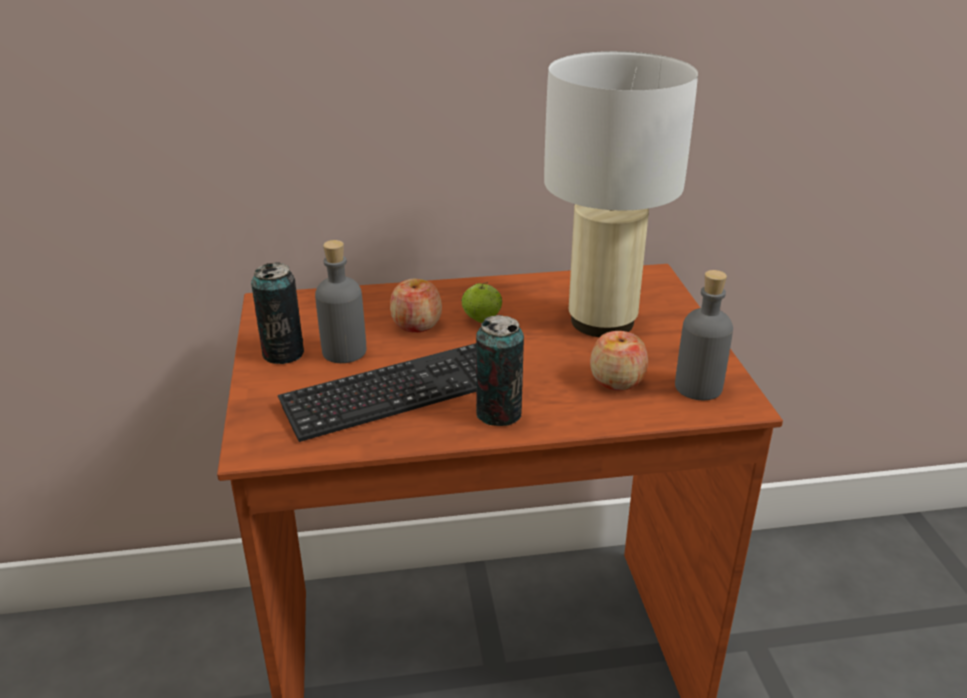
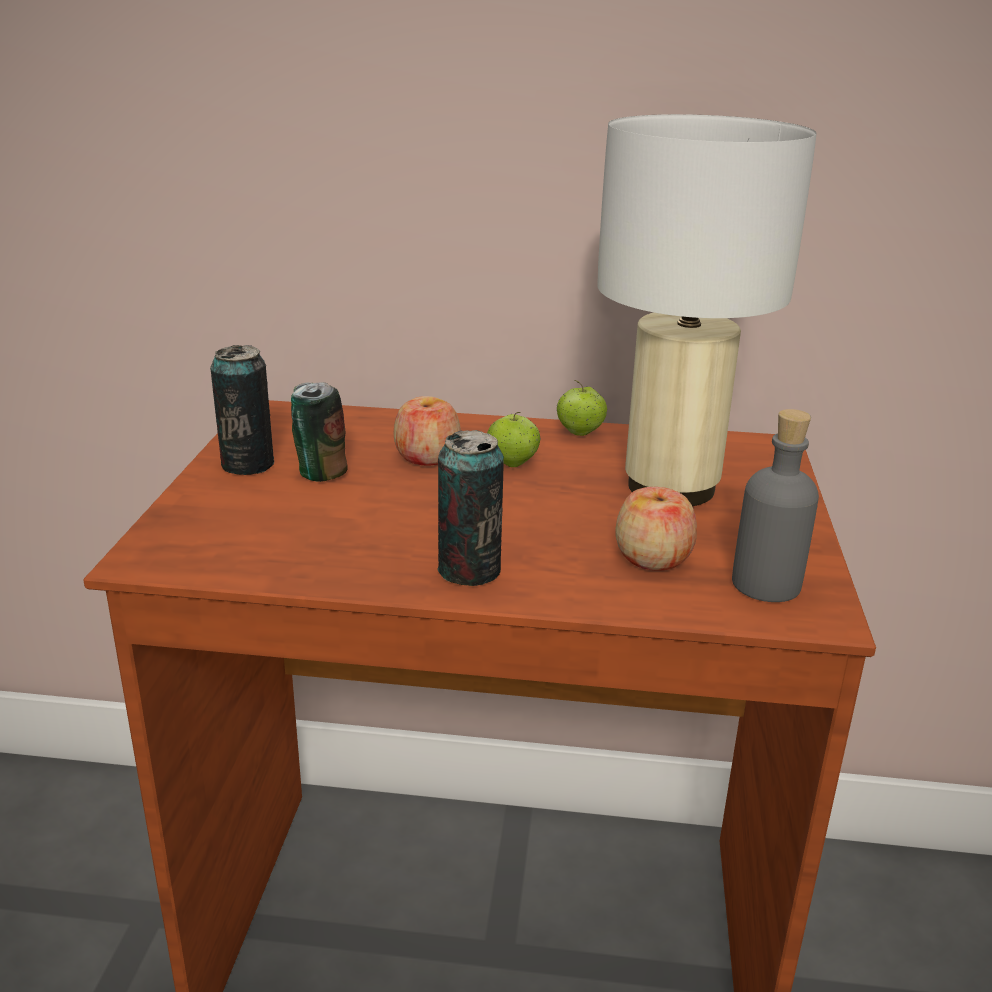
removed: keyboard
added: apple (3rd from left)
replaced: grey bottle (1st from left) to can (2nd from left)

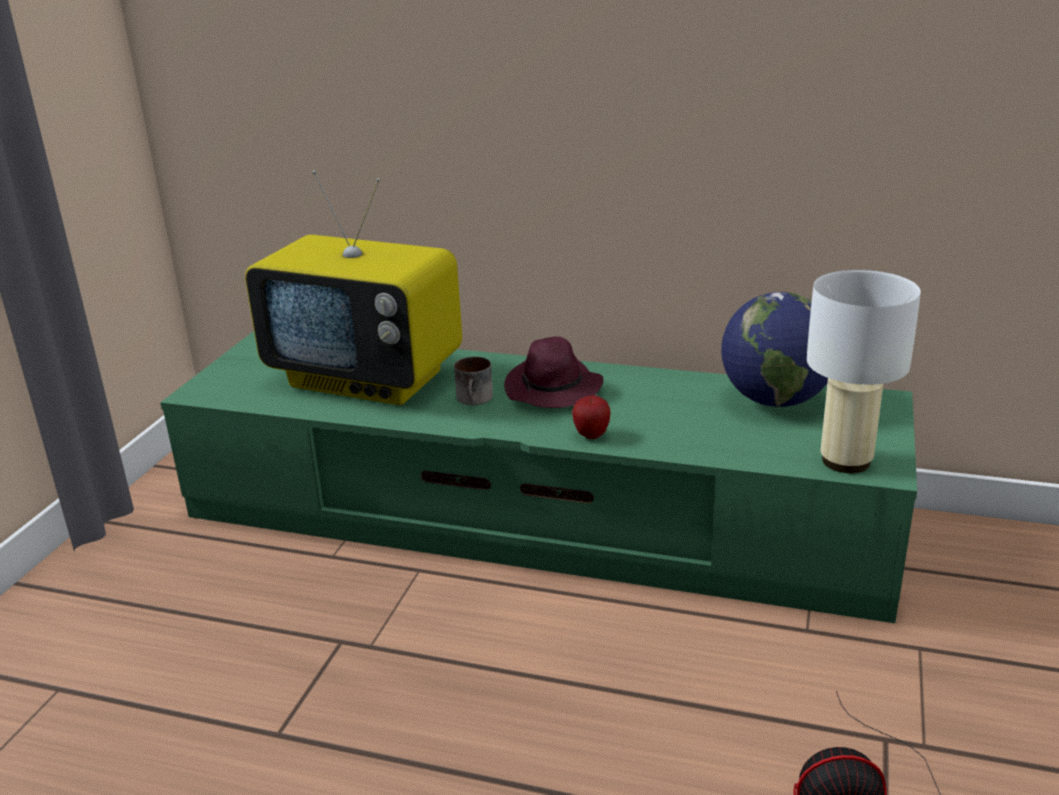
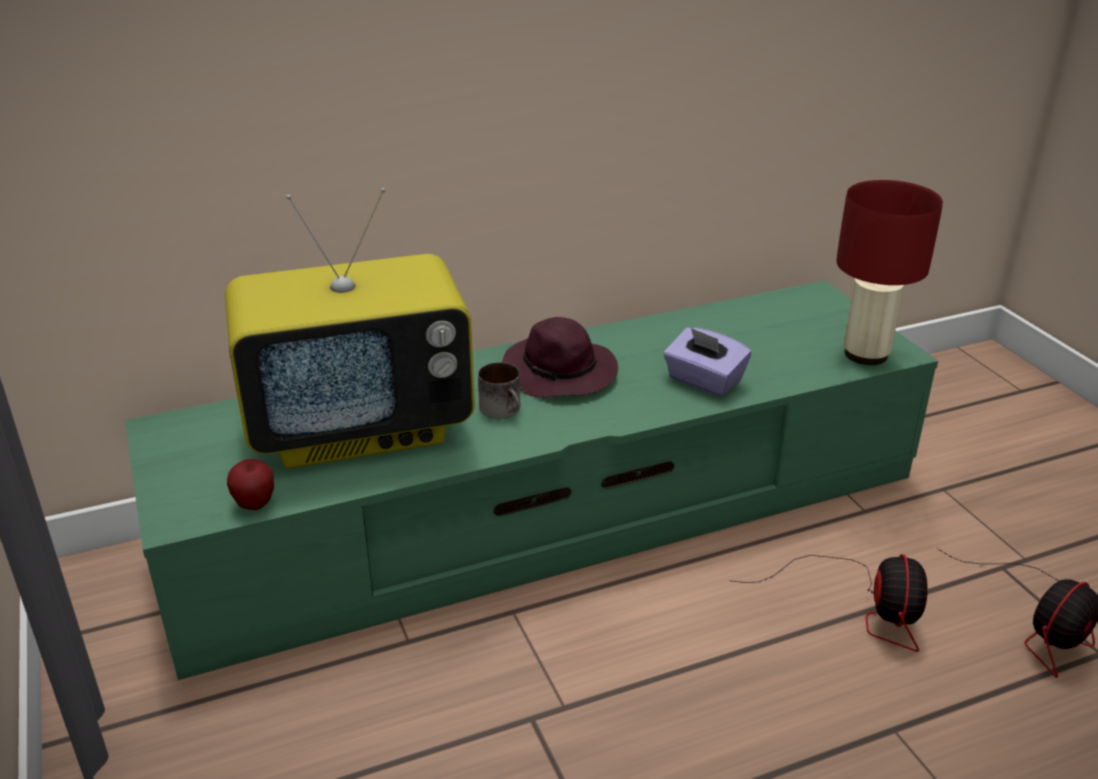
removed: globe
added: purple tissue box; fan (1st from left)
moved: apple
recoloured: white table lamp to red table lamp

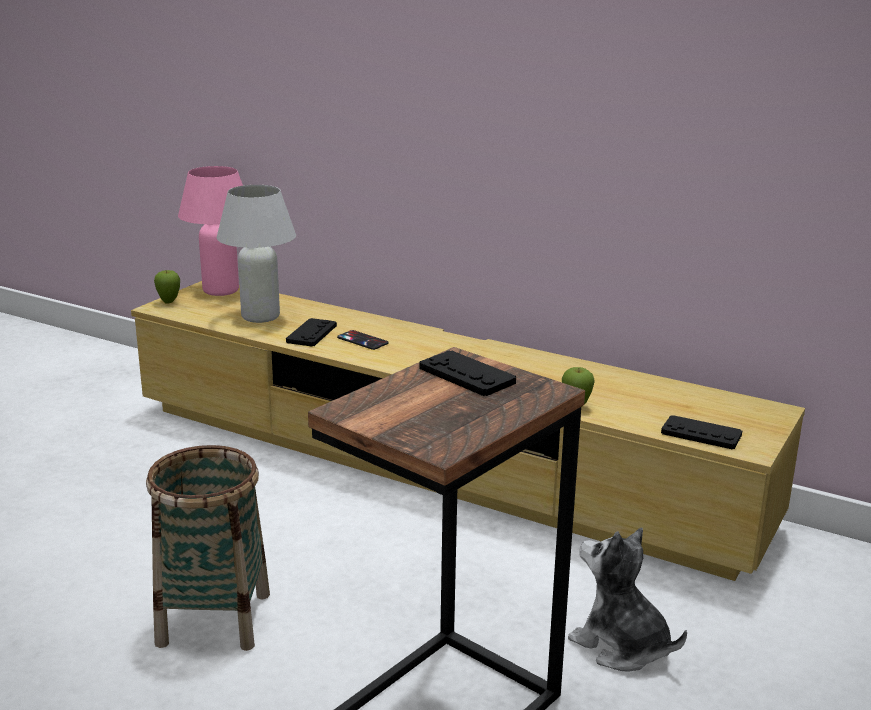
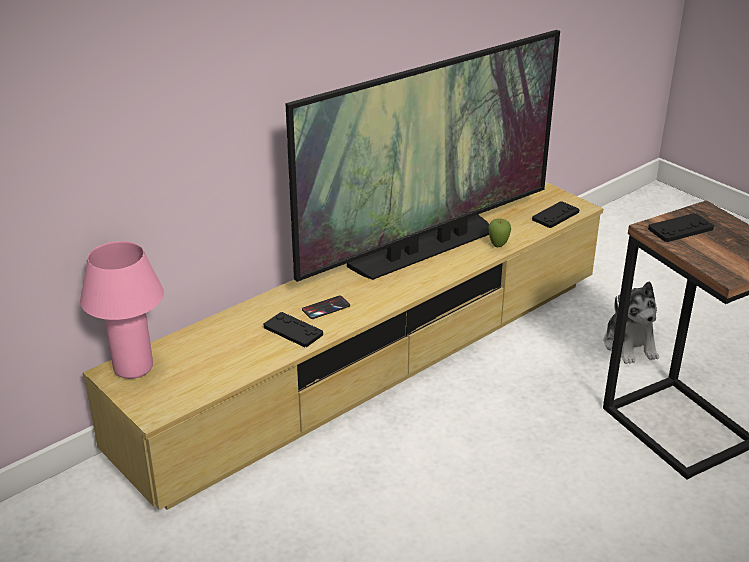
removed: basket; apple (1st from left); white table lamp
added: television
turned: plush toy 75 degrees counterclockwise

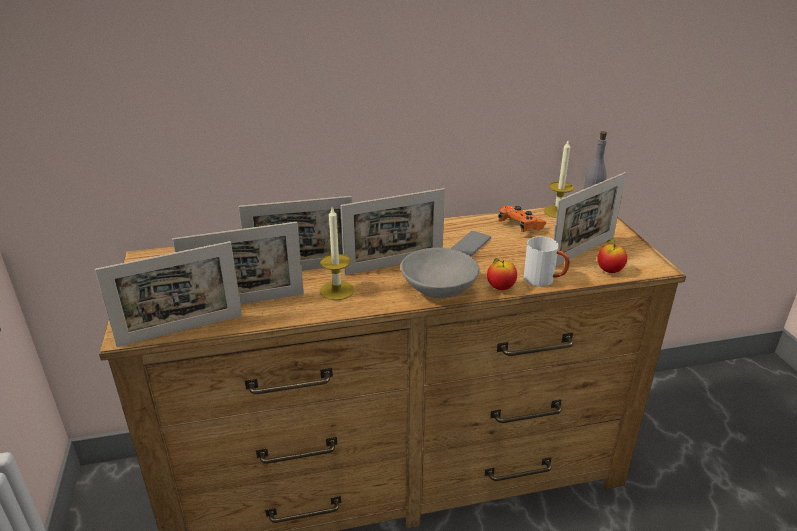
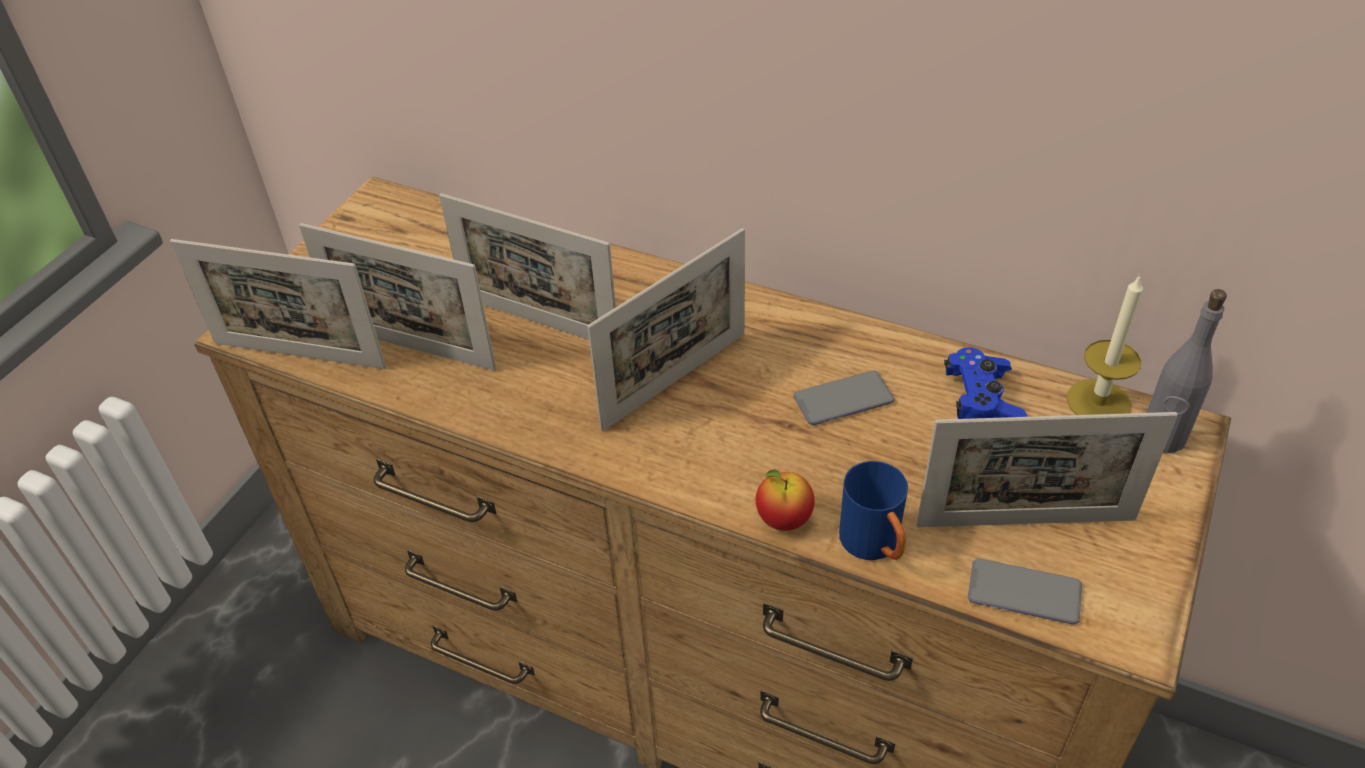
removed: candle (1st from left); grey bowl
replaced: apple (2nd from left) to phone (2nd from left)
recoloured: orange game controller to blue game controller; white mug to blue mug
turned: picture frame (4th from left) 60 degrees counterclockwise

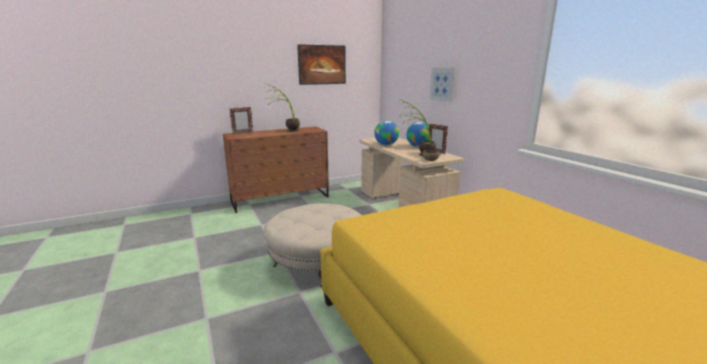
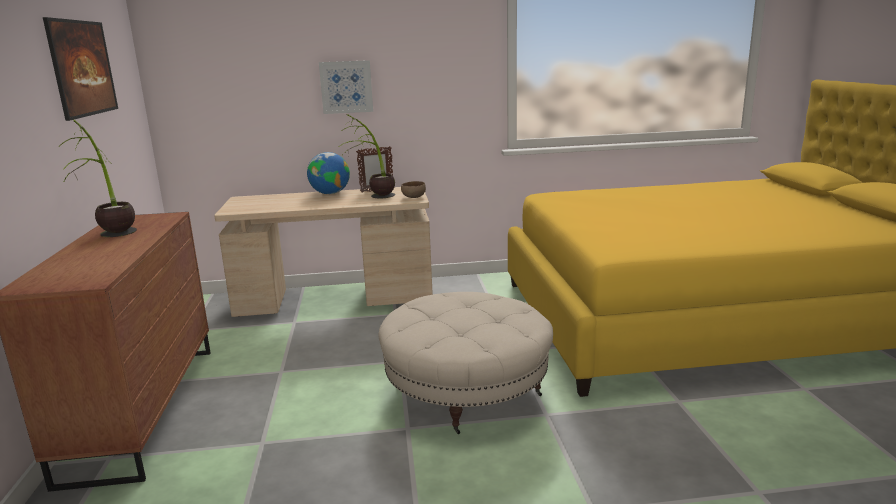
removed: picture frame (1st from left); globe (1st from left)

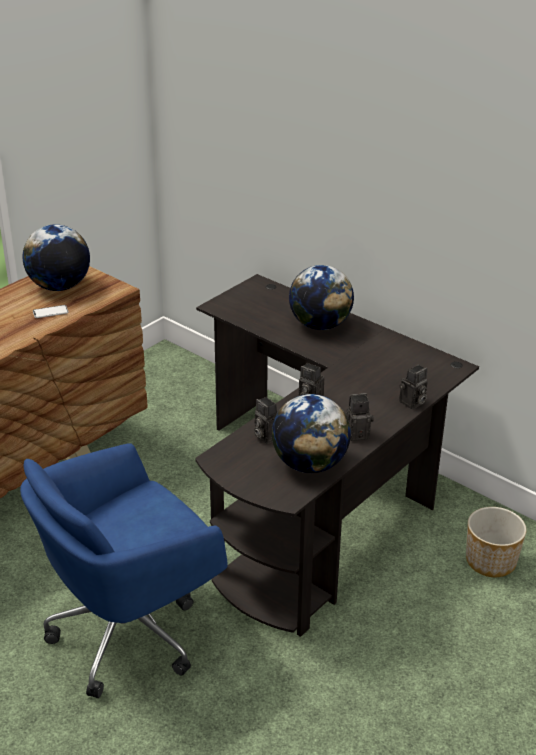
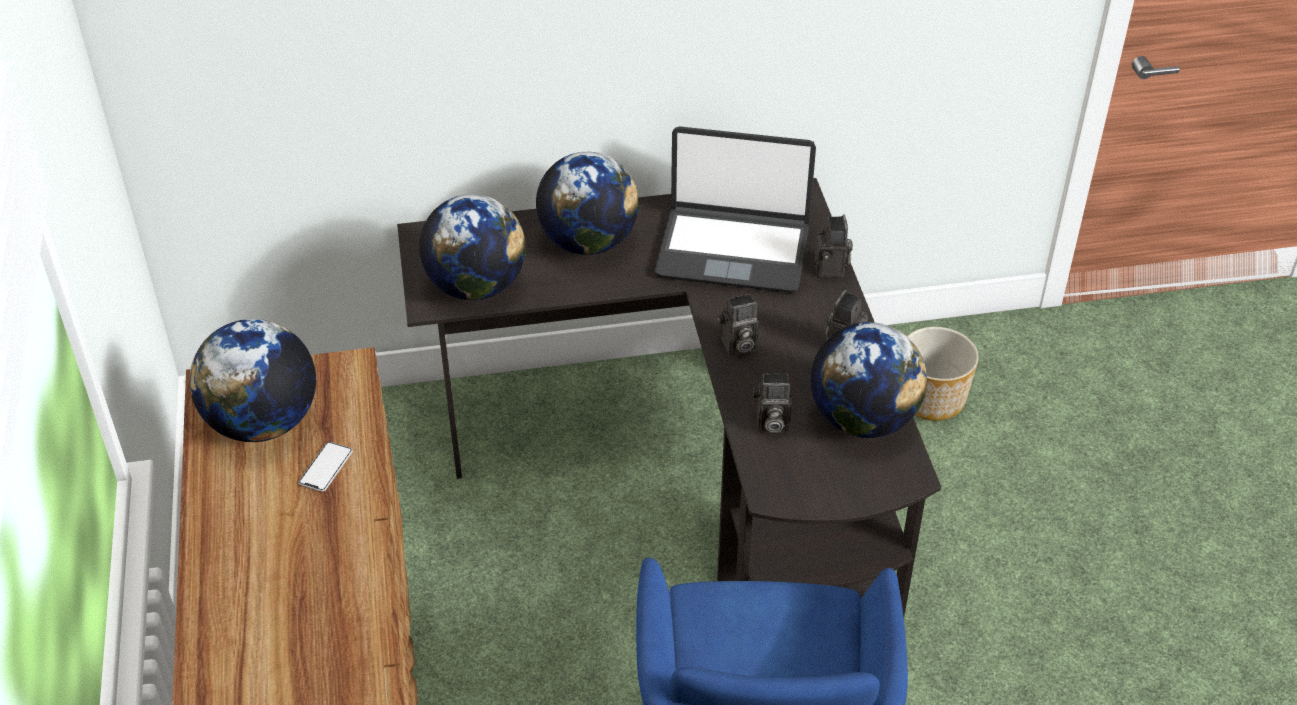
added: globe (2nd from left); laptop

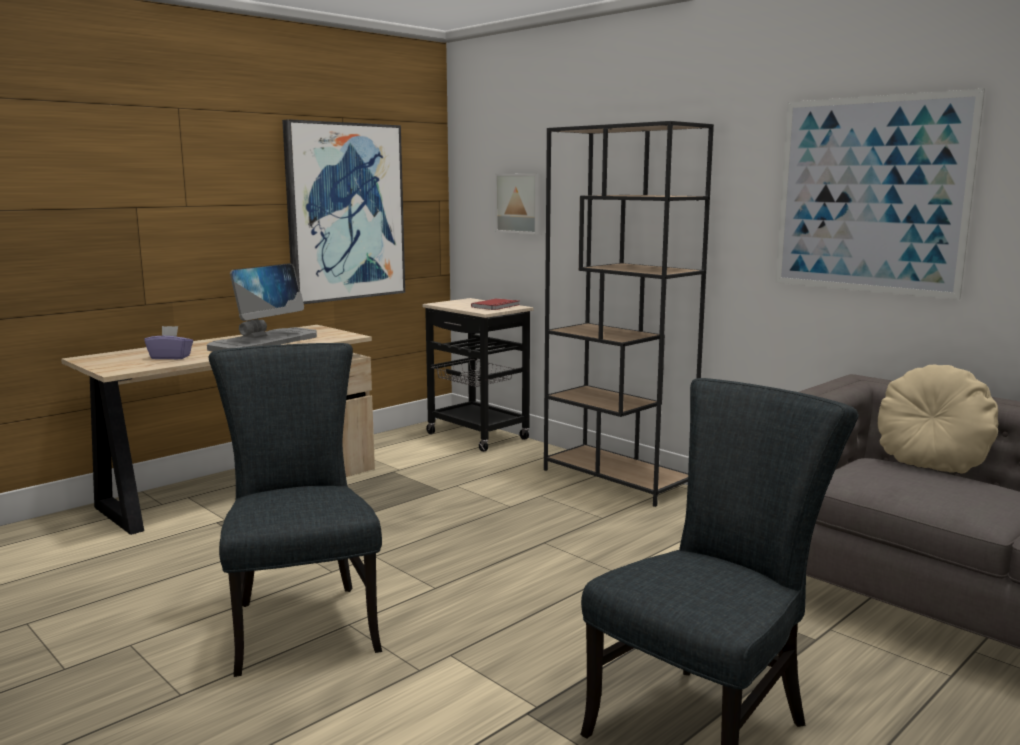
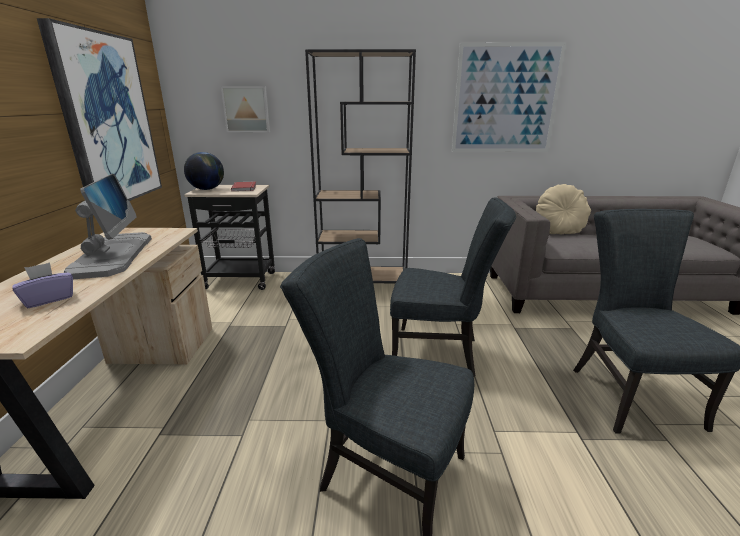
added: globe; grey chair (2nd from left)

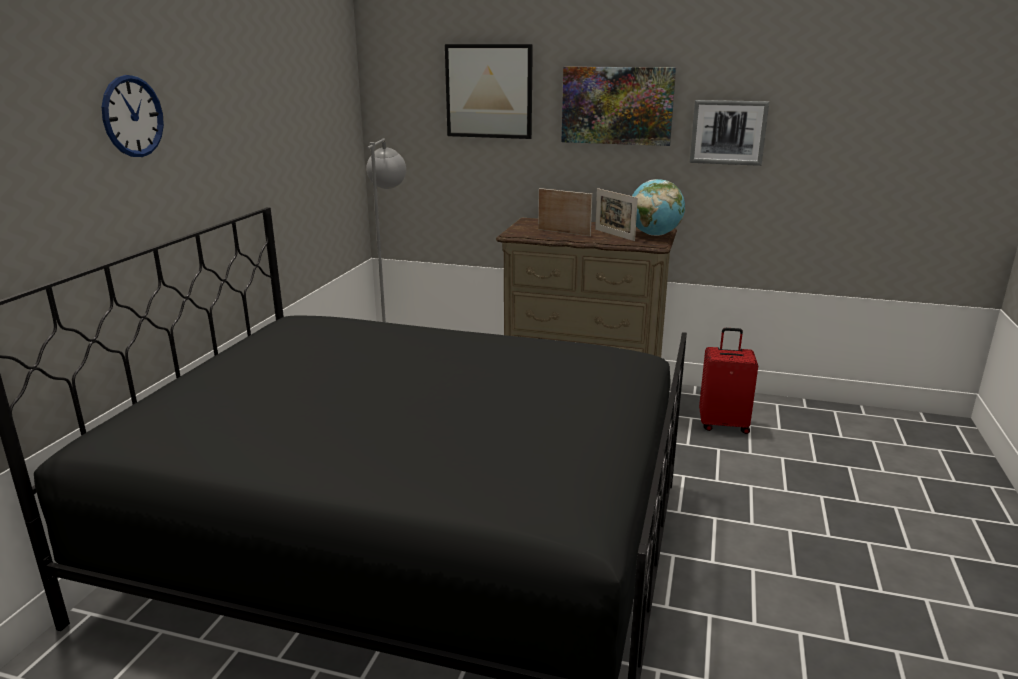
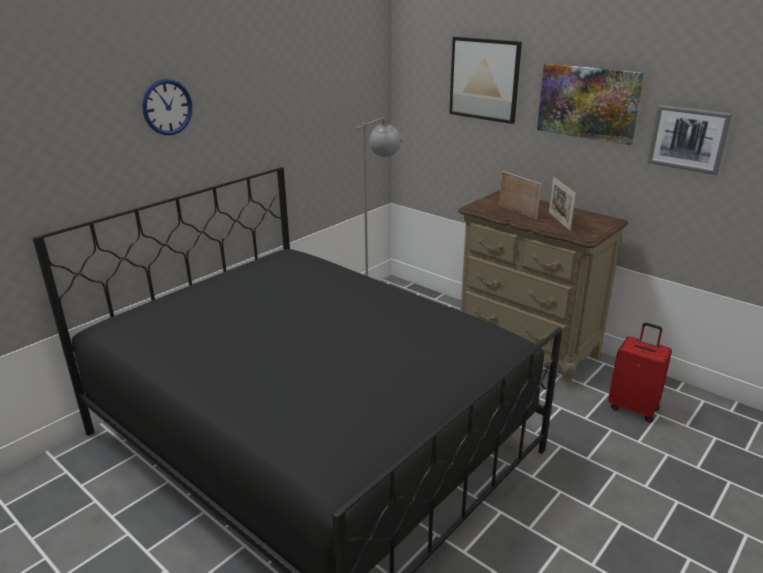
removed: globe

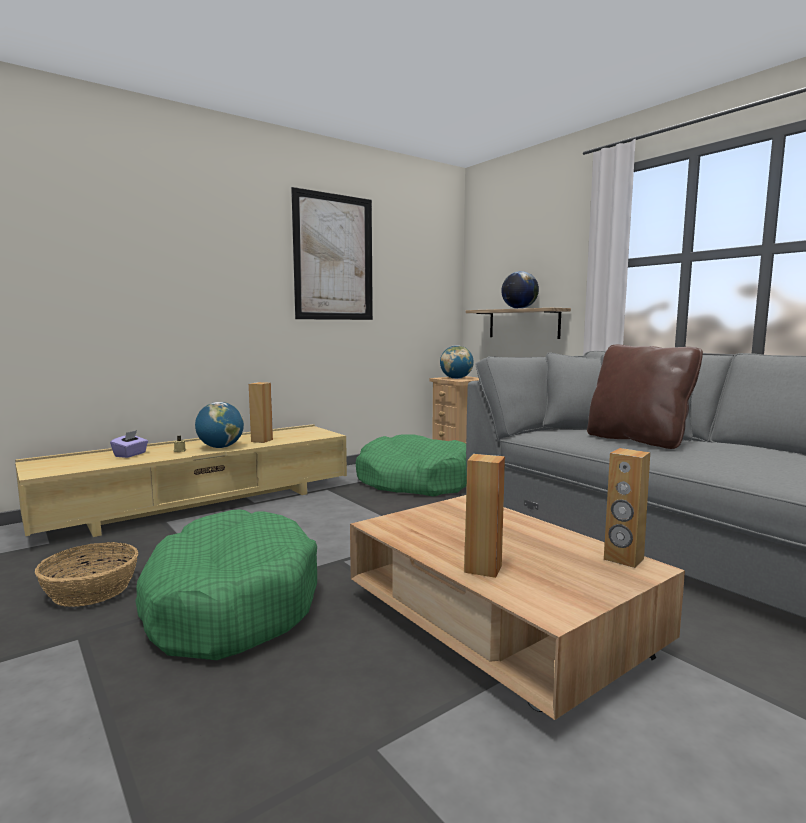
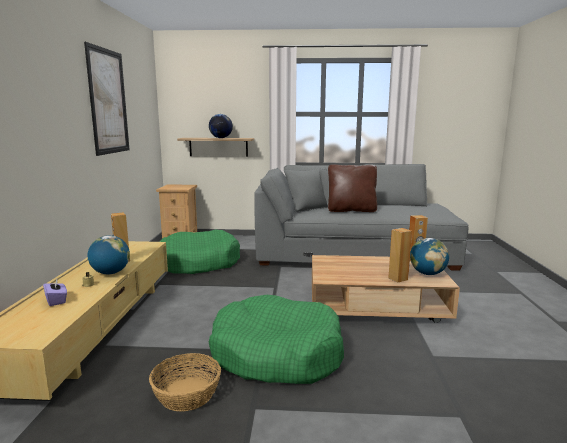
moved: globe (2nd from left in the first image) to globe (3rd from left)

